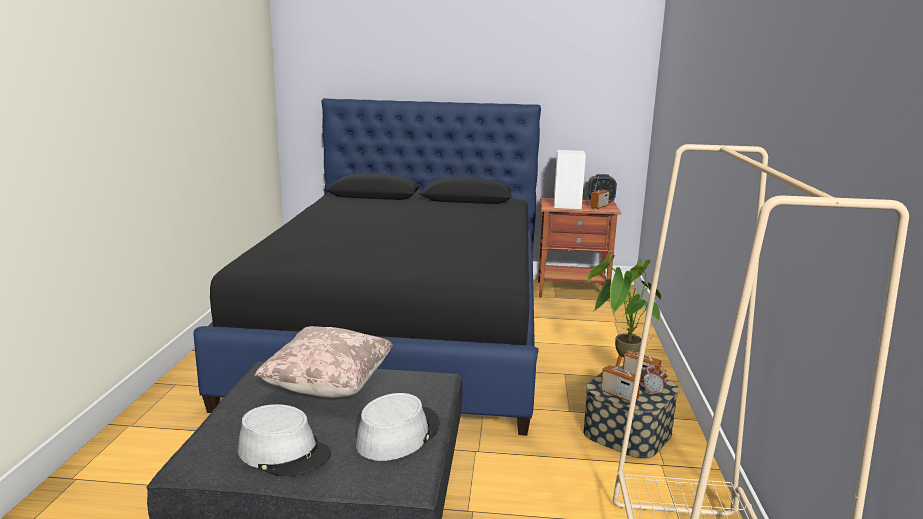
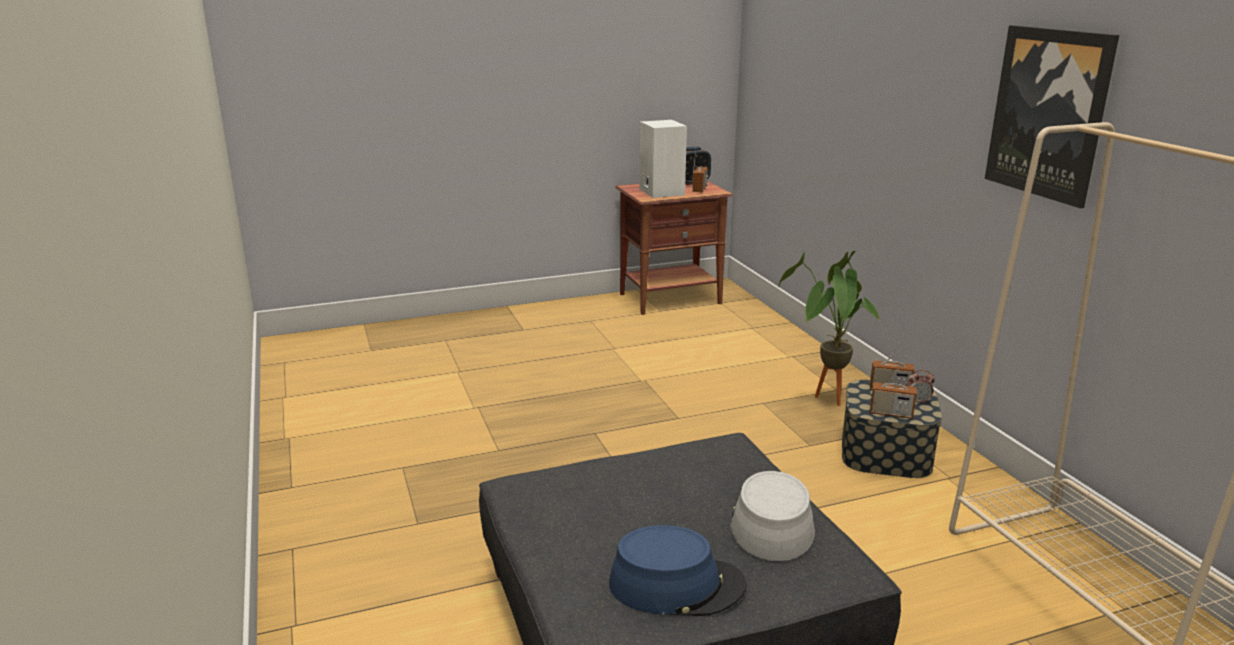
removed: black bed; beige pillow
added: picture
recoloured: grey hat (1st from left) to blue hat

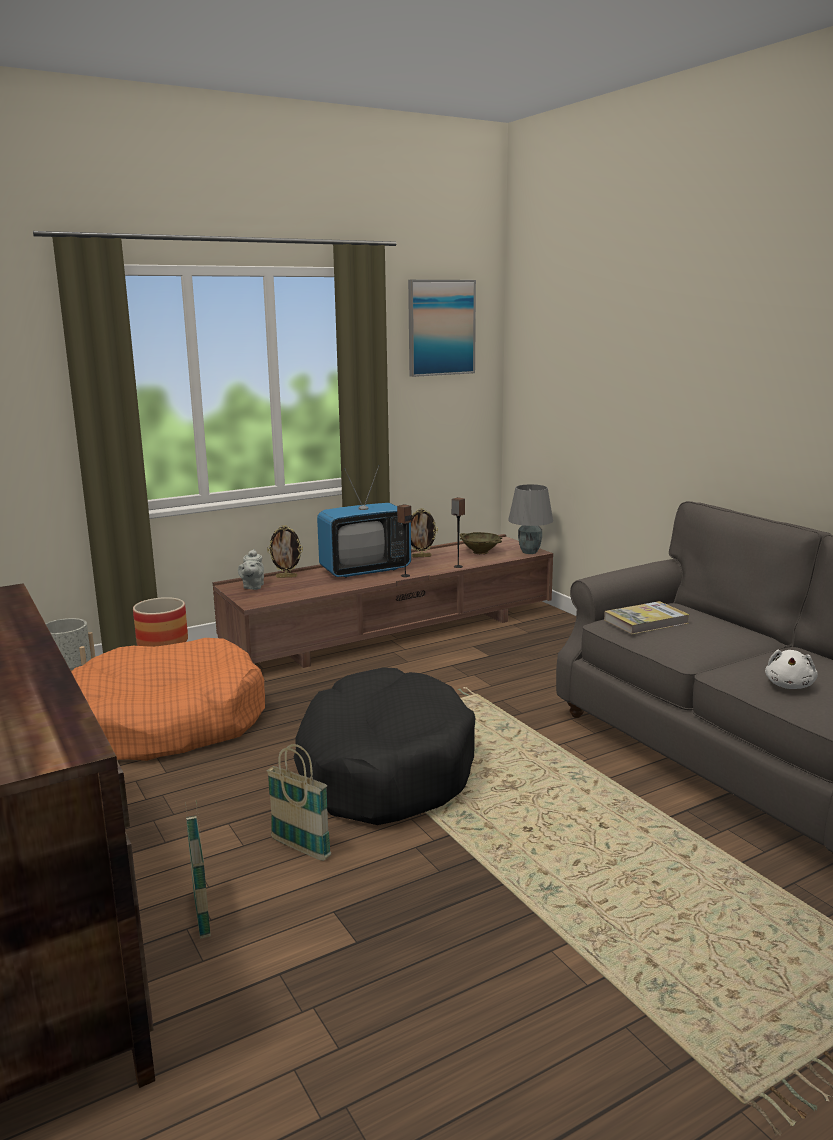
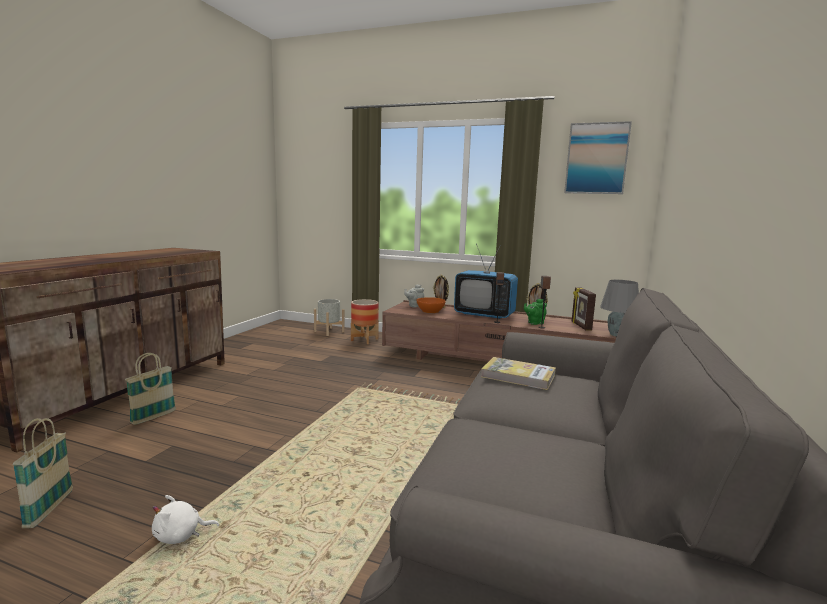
removed: orange dog bed; black dog bed
added: orange bowl; green teapot
moved: basket (2nd from left in the first image) to basket (1st from left); white plush toy
replaced: beige bowl to picture frame (3rd from left)

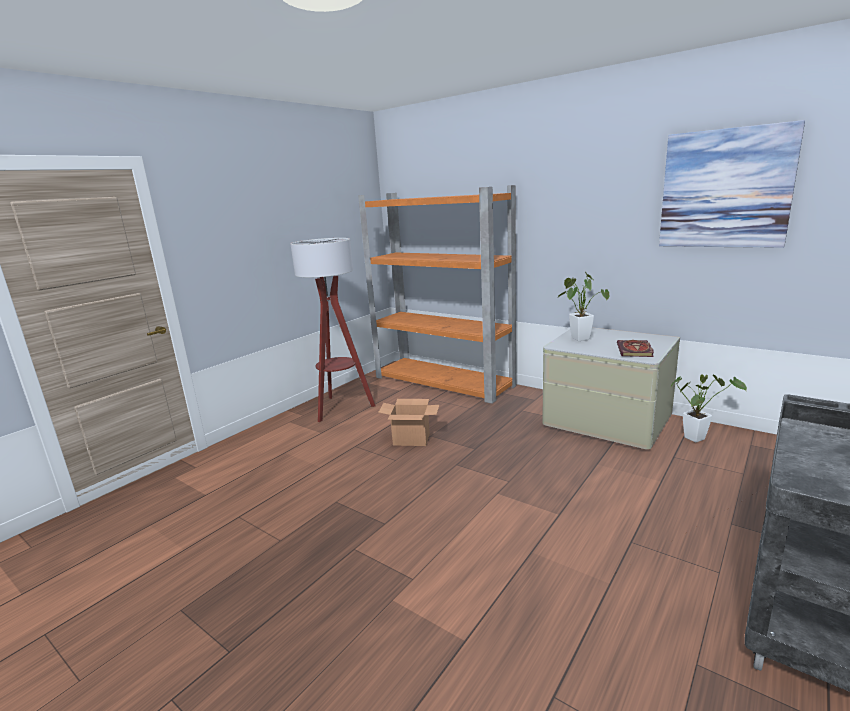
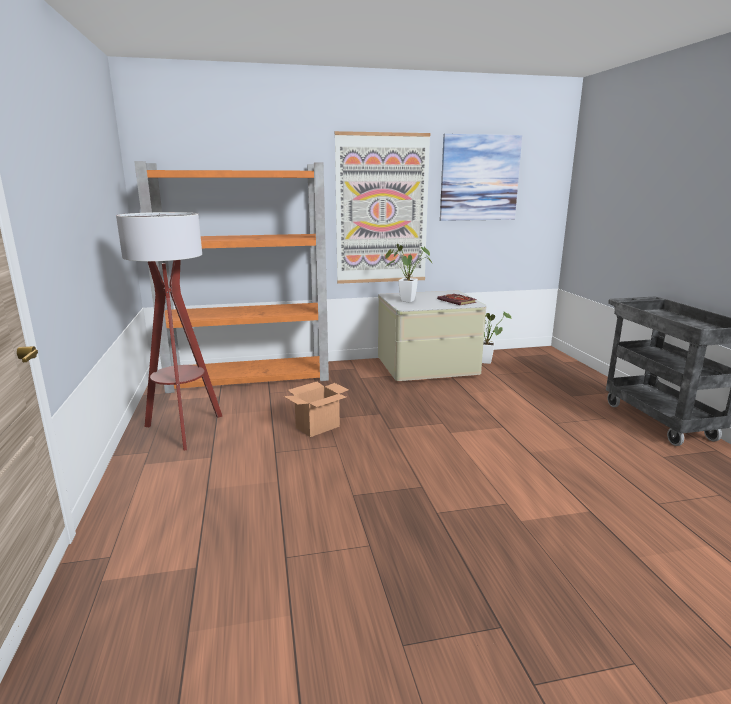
added: picture (1st from left)

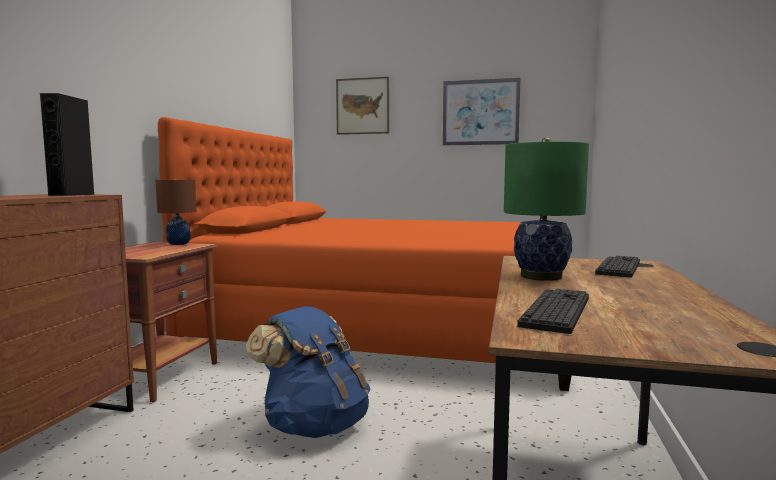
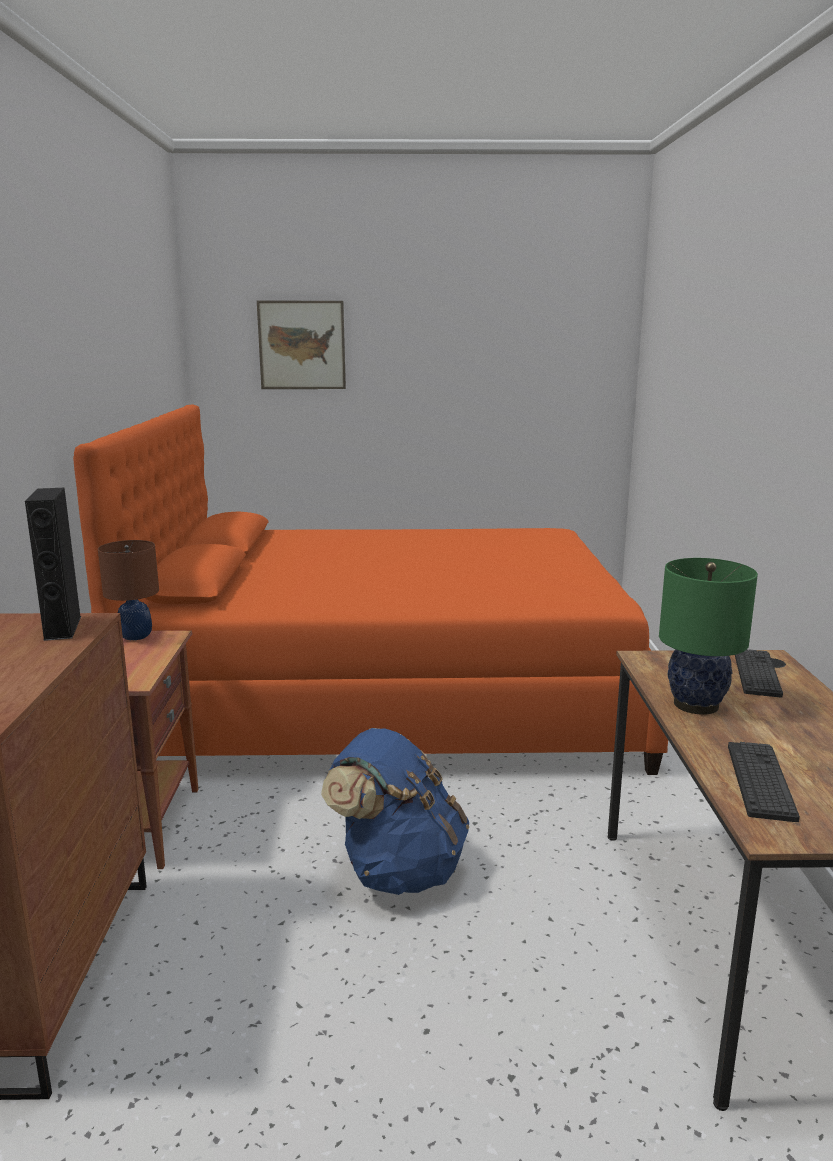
removed: picture (2nd from left)

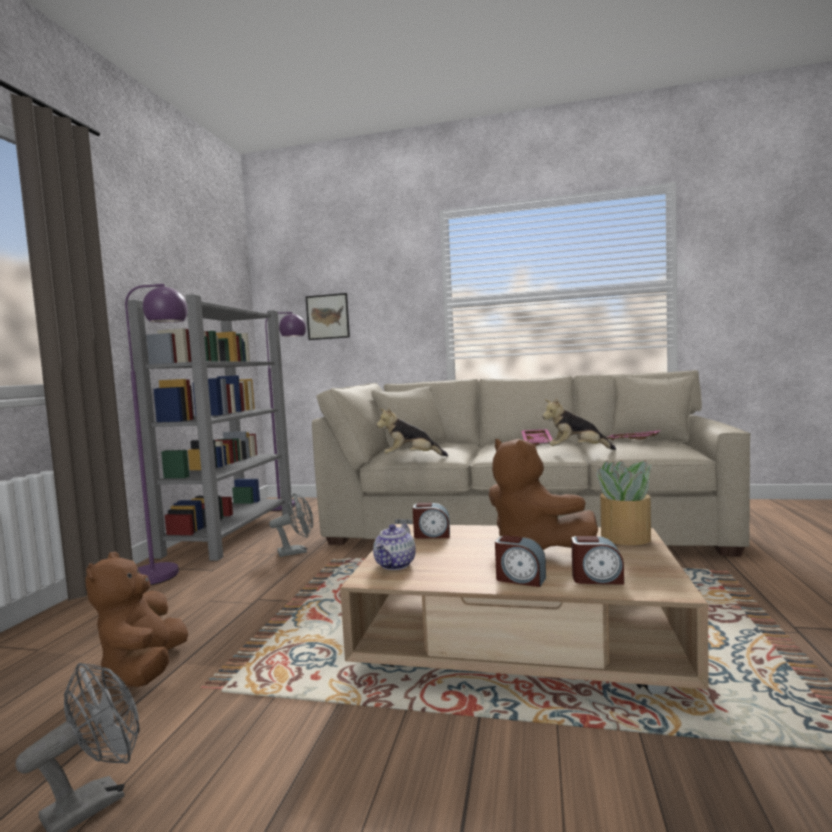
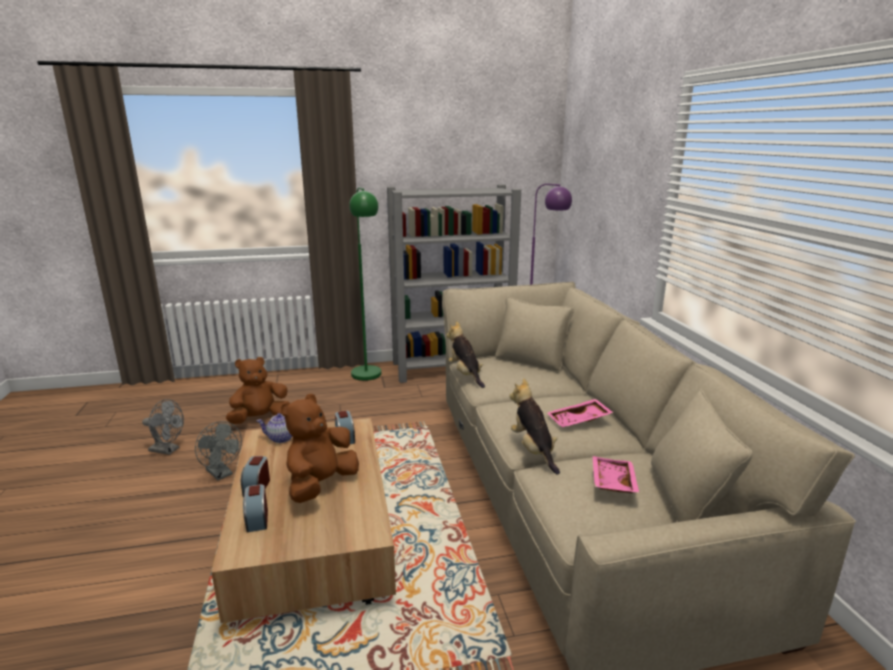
removed: picture; potted plant
moved: grey fan (2nd from left)
recoloured: purple floor lamp (1st from left) to green floor lamp

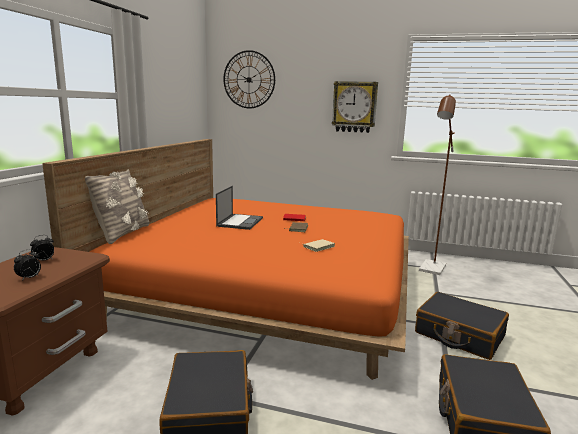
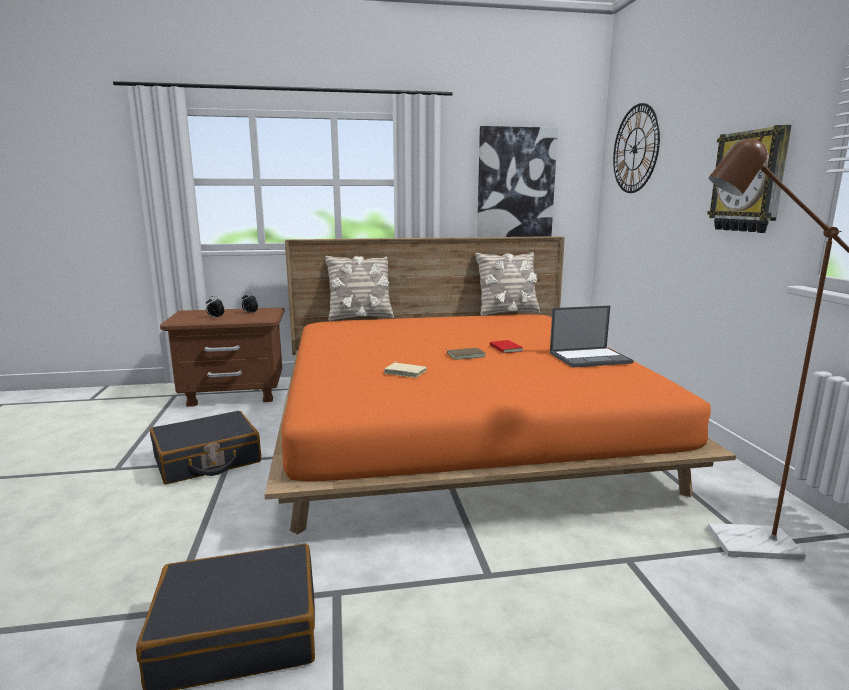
removed: black suitcase (2nd from left)
added: beige pillow (2nd from left); picture
moved: laptop

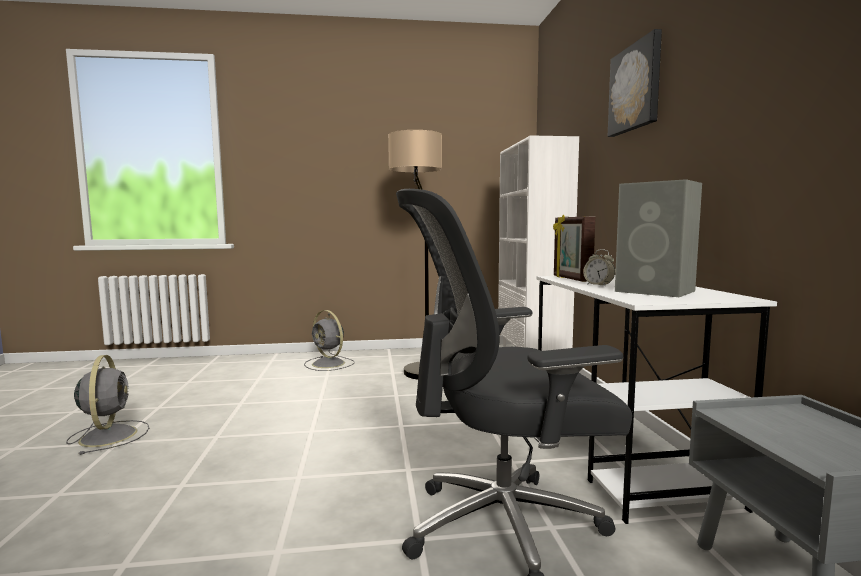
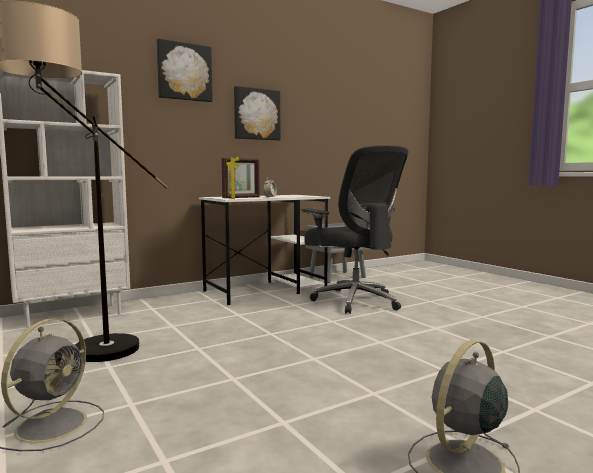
removed: grey speaker
added: picture (2nd from left)

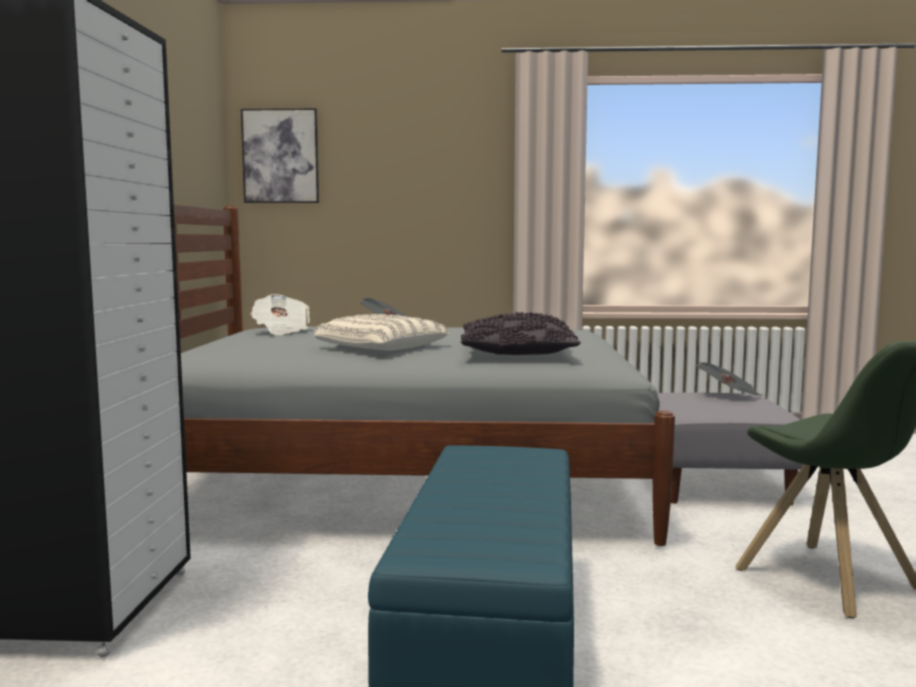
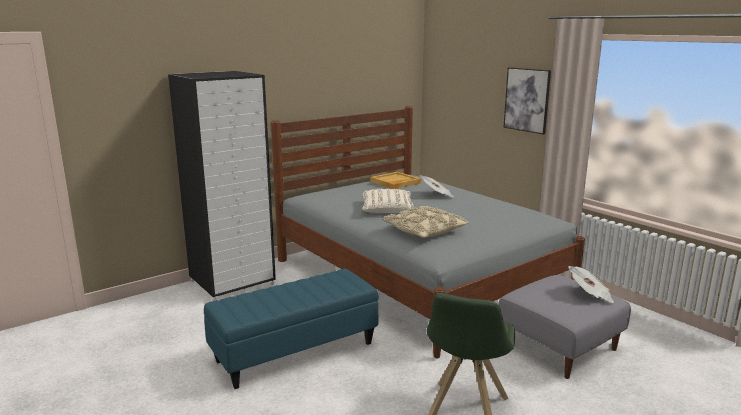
moved: picture
replaced: newspaper (1st from left) to beige tray
recoloured: black pillow to beige pillow (2nd from left)

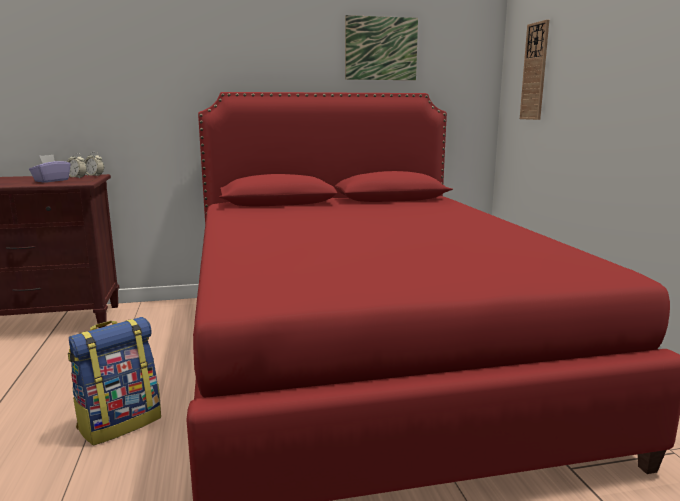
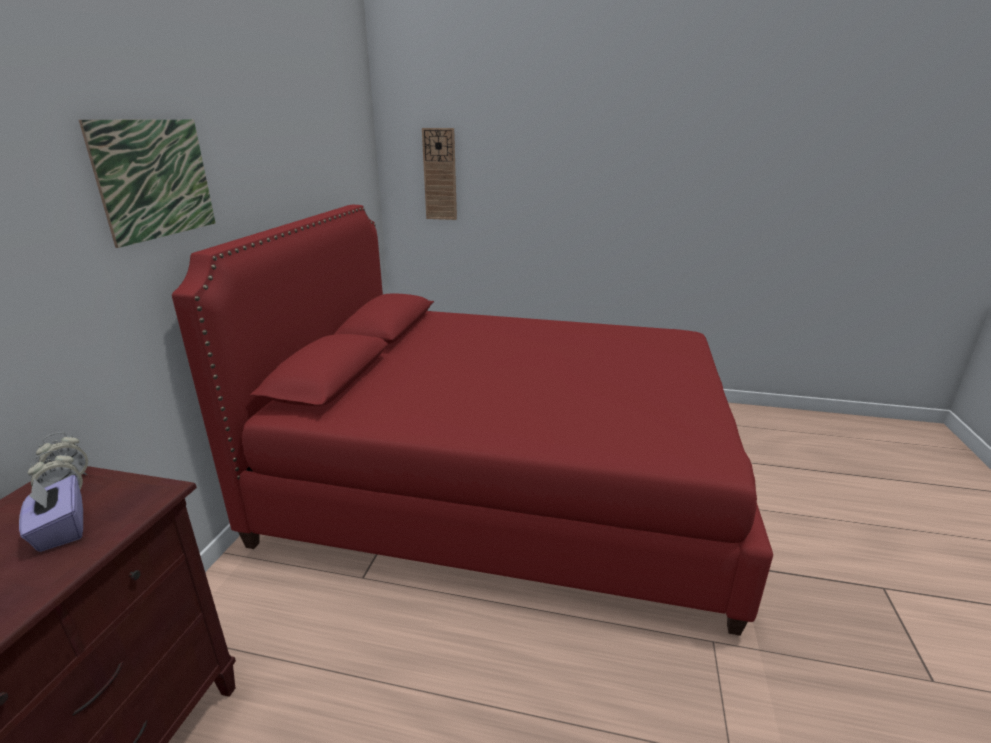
removed: backpack
moved: picture

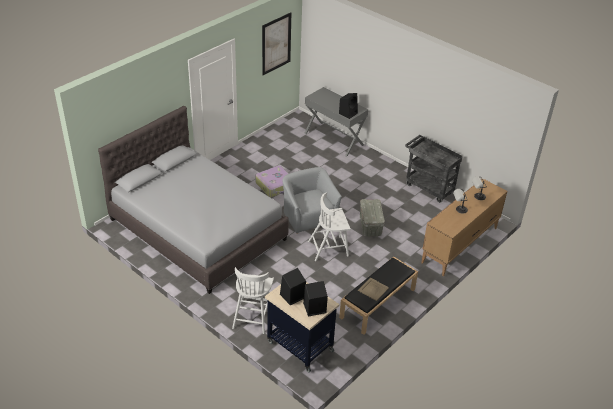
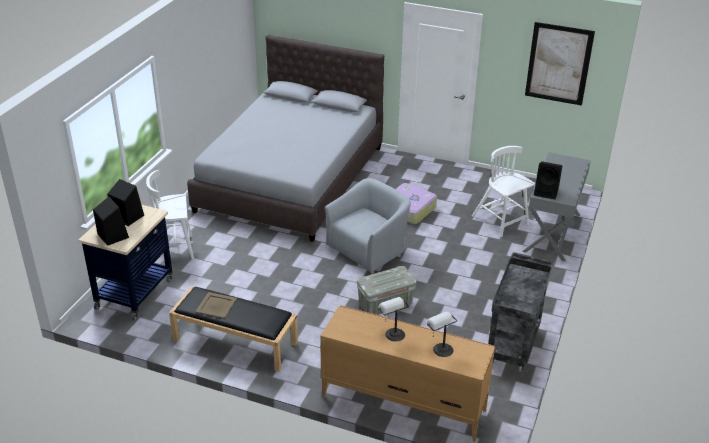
moved: white chair (2nd from left)

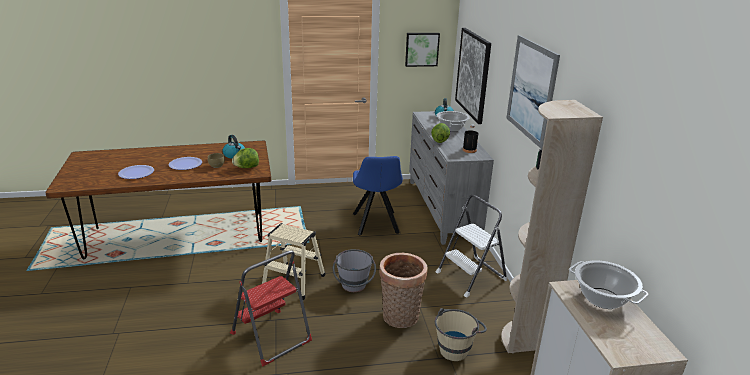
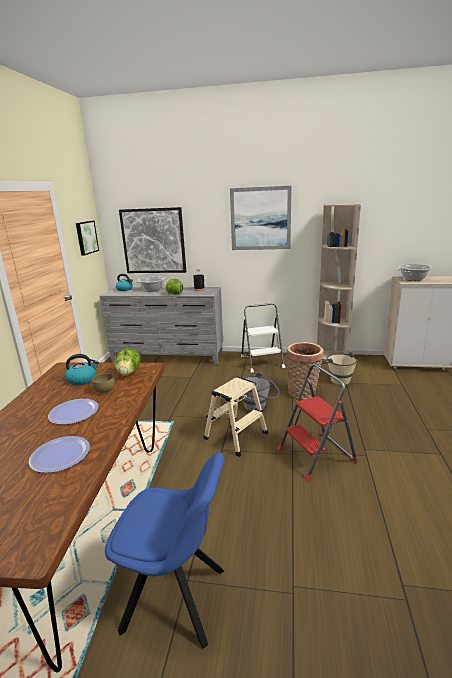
moved: blue chair

